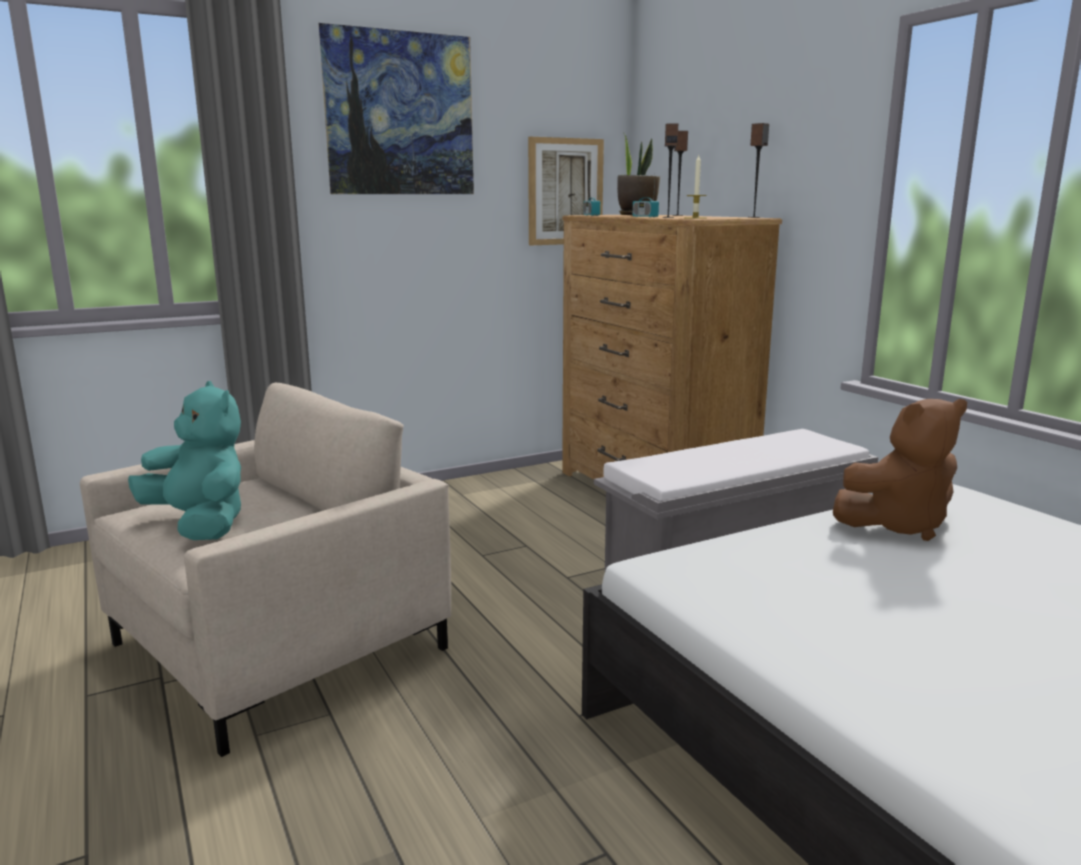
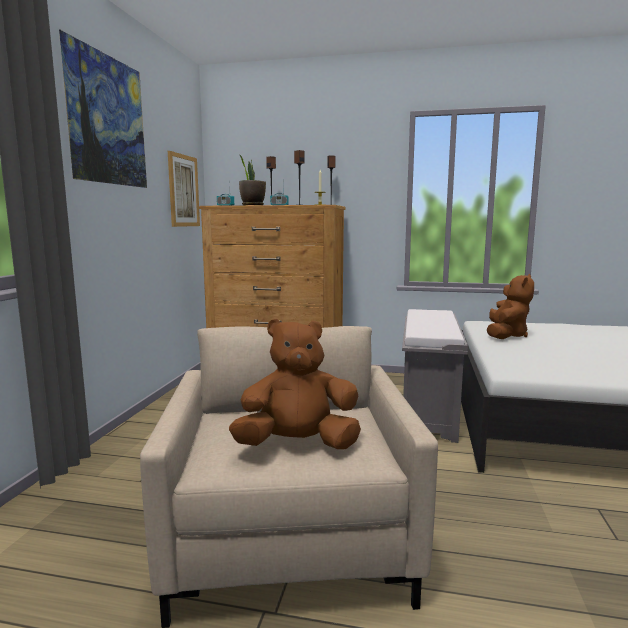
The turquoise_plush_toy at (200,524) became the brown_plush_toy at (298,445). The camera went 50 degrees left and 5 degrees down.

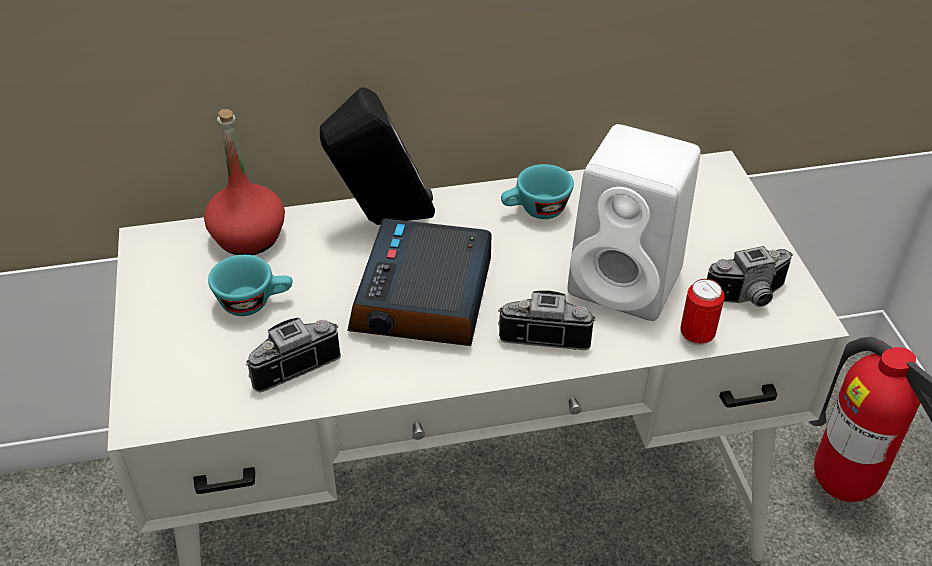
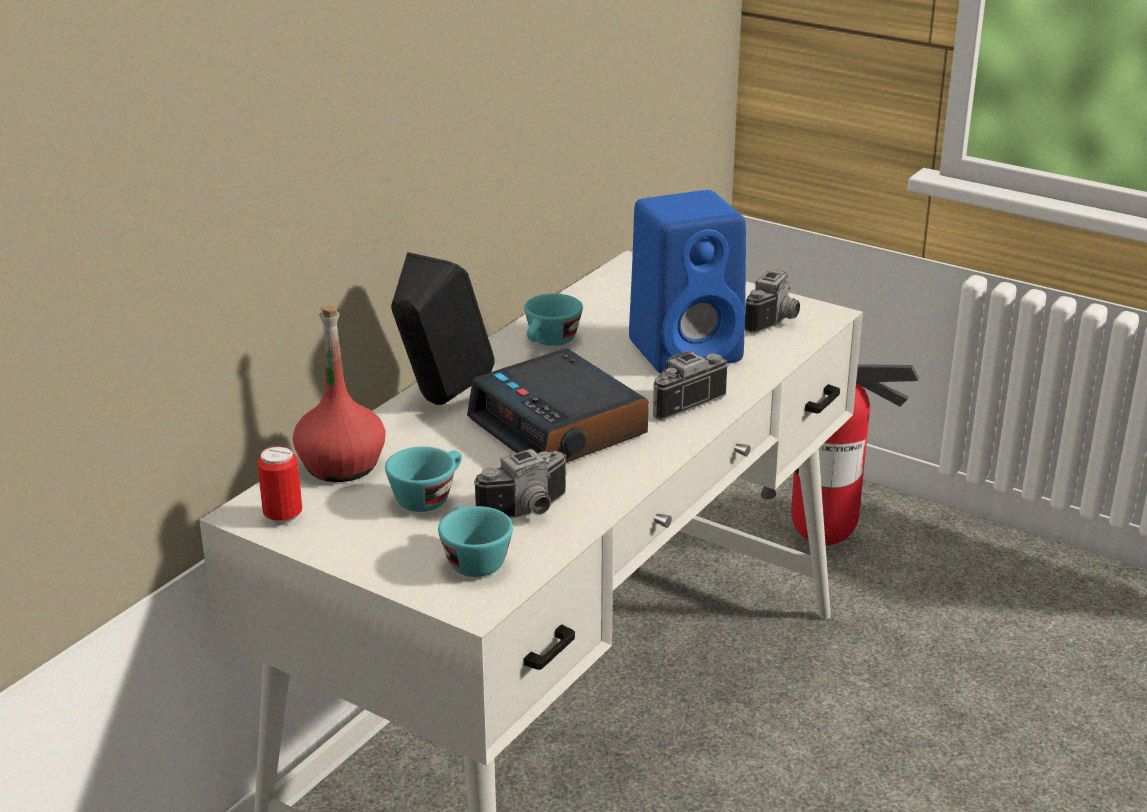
The can moved from (696,335) to (283,517). The turquoise_cup at (472,559) appeared. The photo_camera at (291,362) turned 135 degrees counterclockwise. The white_speaker at (629,283) became the blue_speaker at (688,350). The camera went 45 degrees left and 15 degrees down.

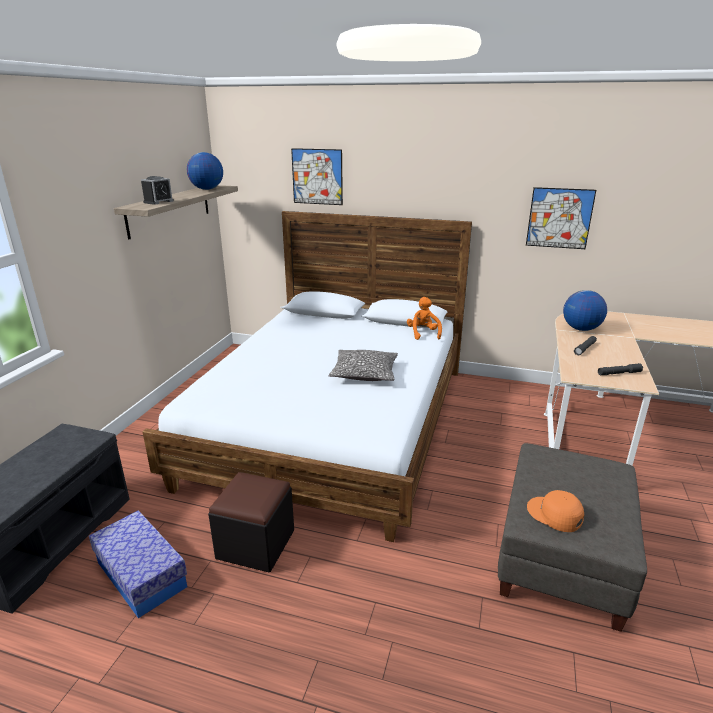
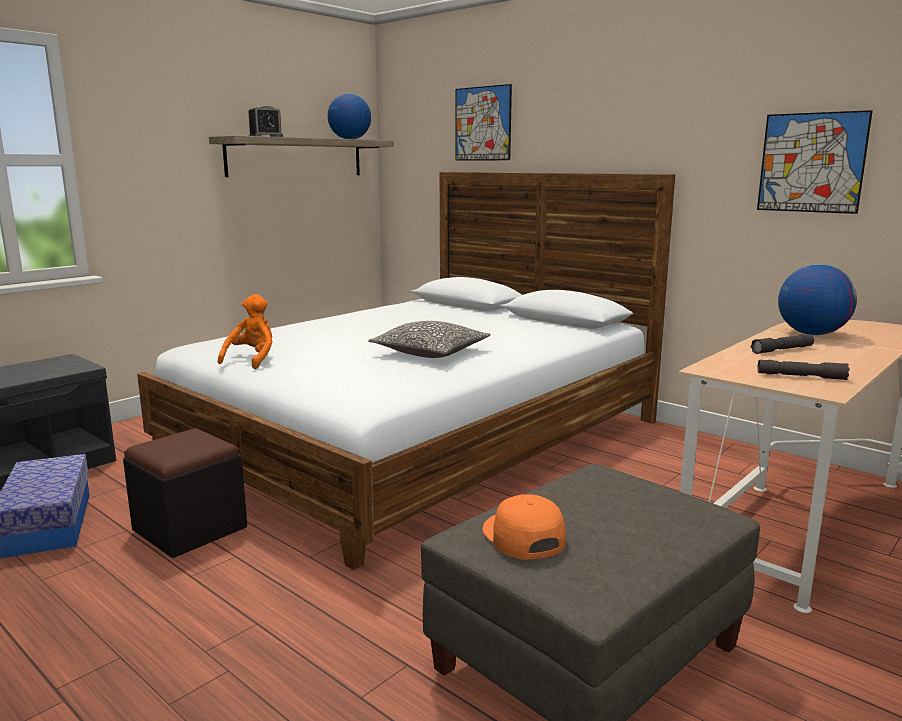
The orange_plush_toy moved from (423,333) to (252,360). The camera went 25 degrees right and 10 degrees down.

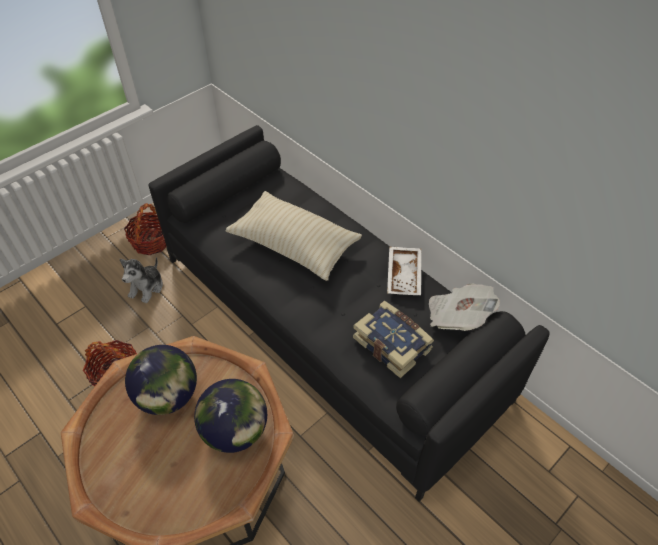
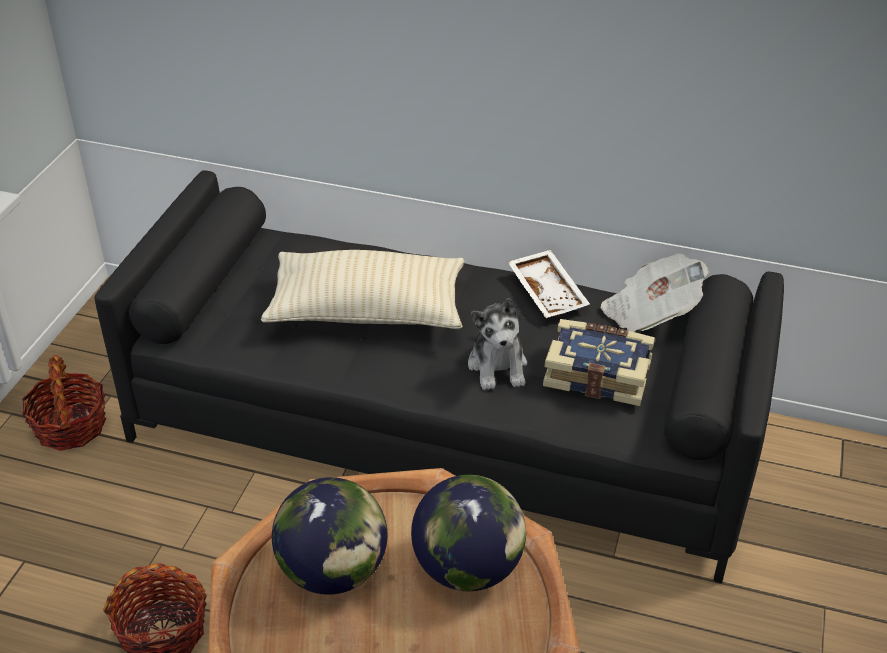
The plush_toy moved from (147,287) to (498,366). The camera went 30 degrees left and 10 degrees down.

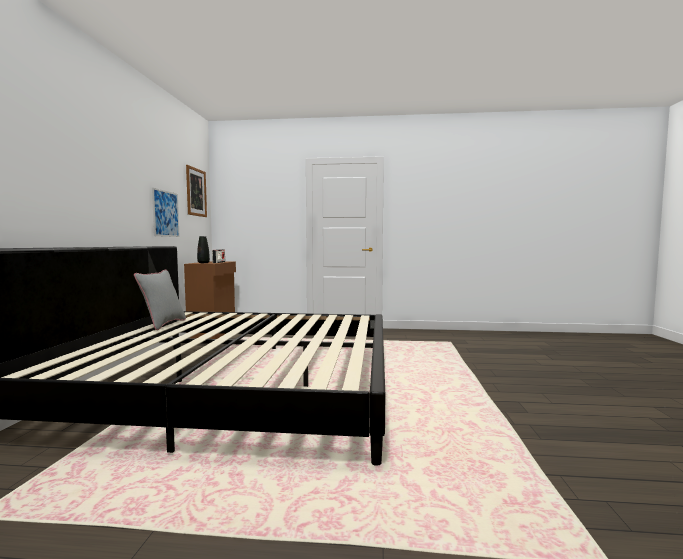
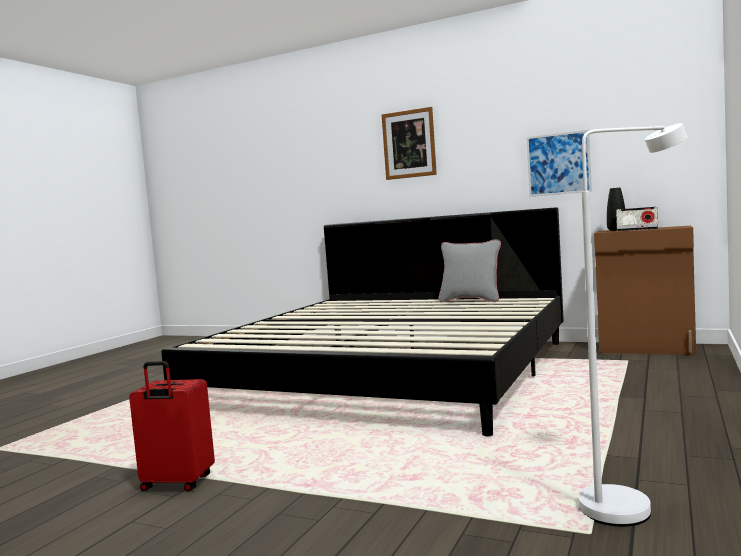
The red_suitcase at (177,484) appeared. The picture moved from (196,192) to (409,144). The white_floor_lamp at (630,506) appeared. The camera went 110 degrees right and 0 degrees up.

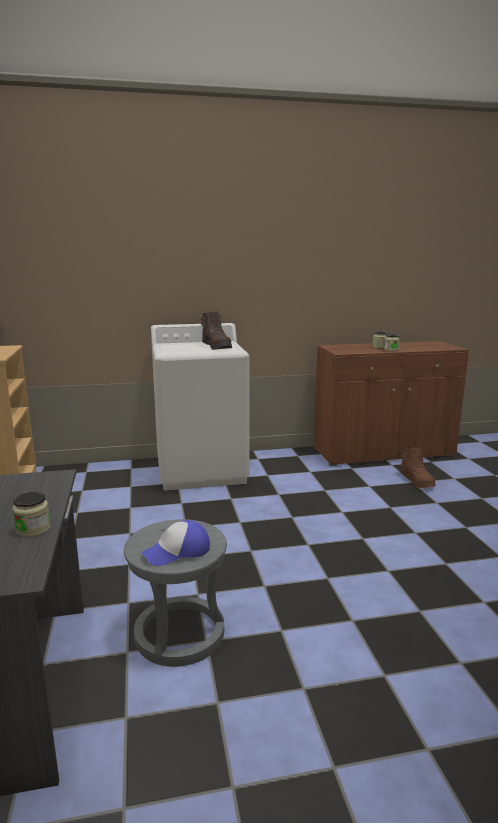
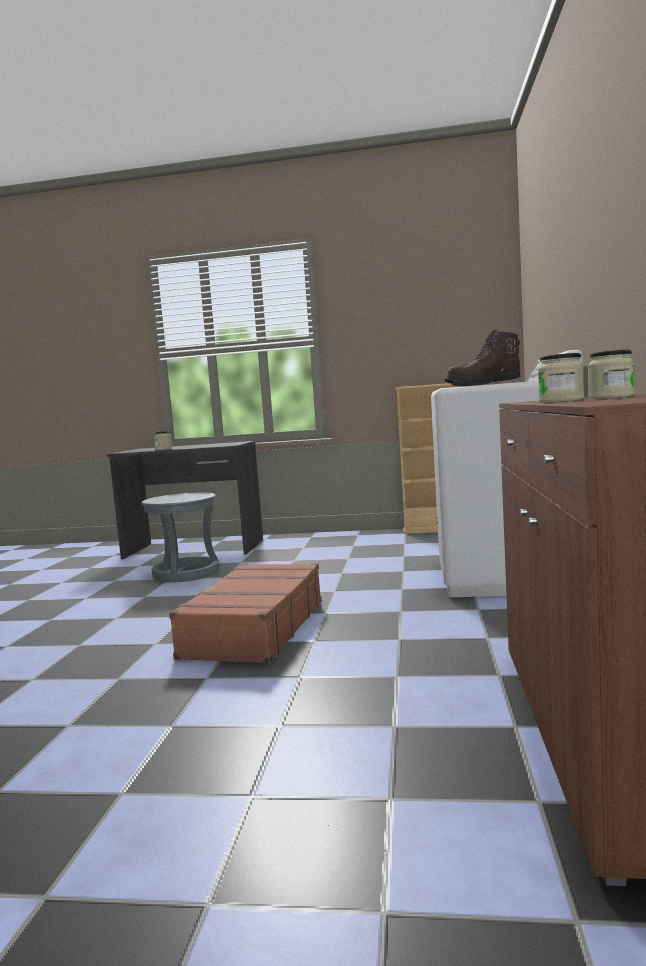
The brown_suitcase at (254,629) appeared. The cap at (177,552) disappeared. The brown_boot at (417,481) disappeared. The camera went 110 degrees right and 10 degrees down.

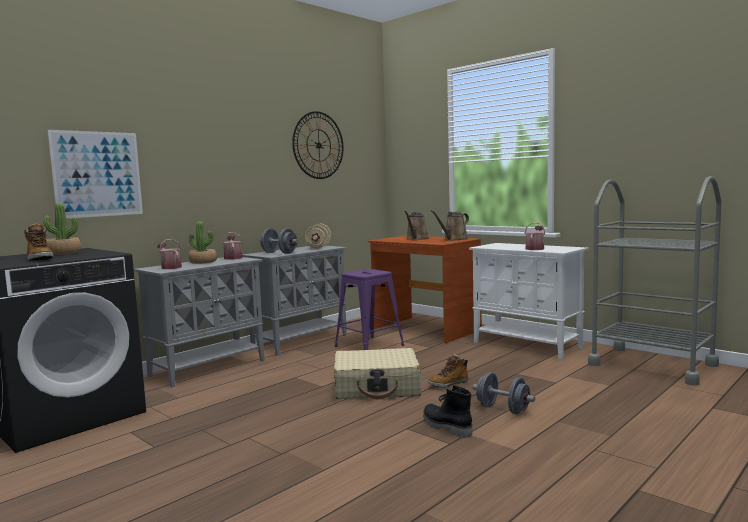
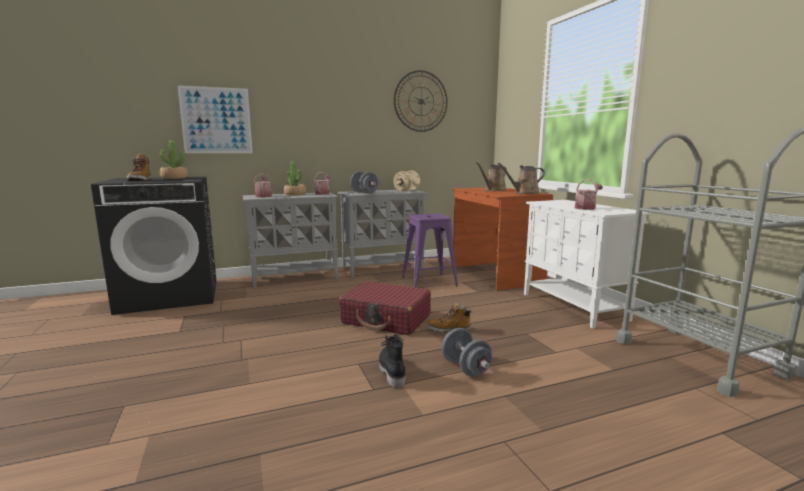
The beige_suitcase at (377,387) became the red_suitcase at (386,319). The camera went 25 degrees right and 5 degrees up.

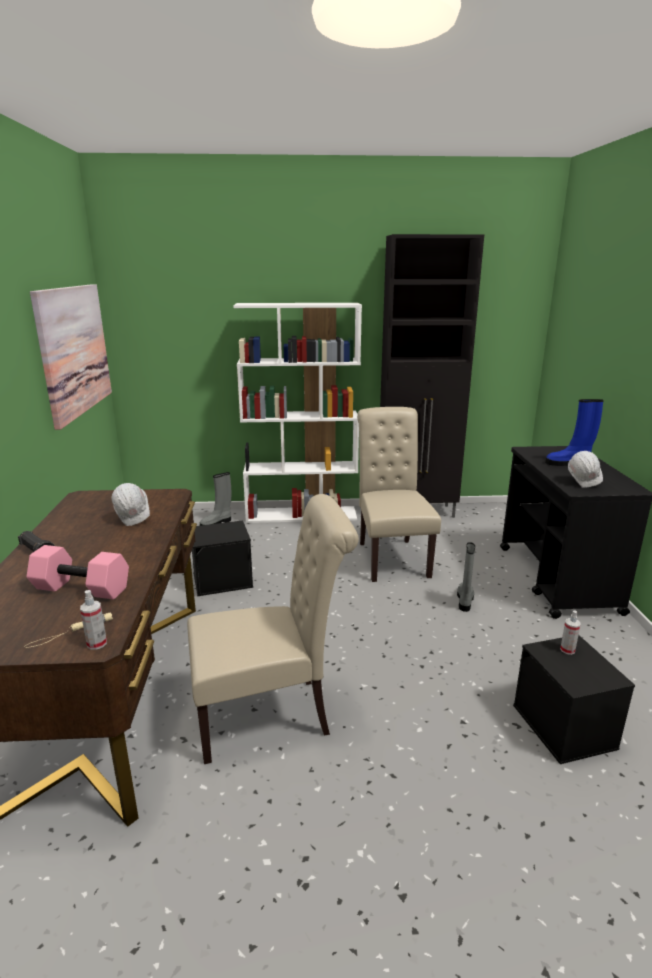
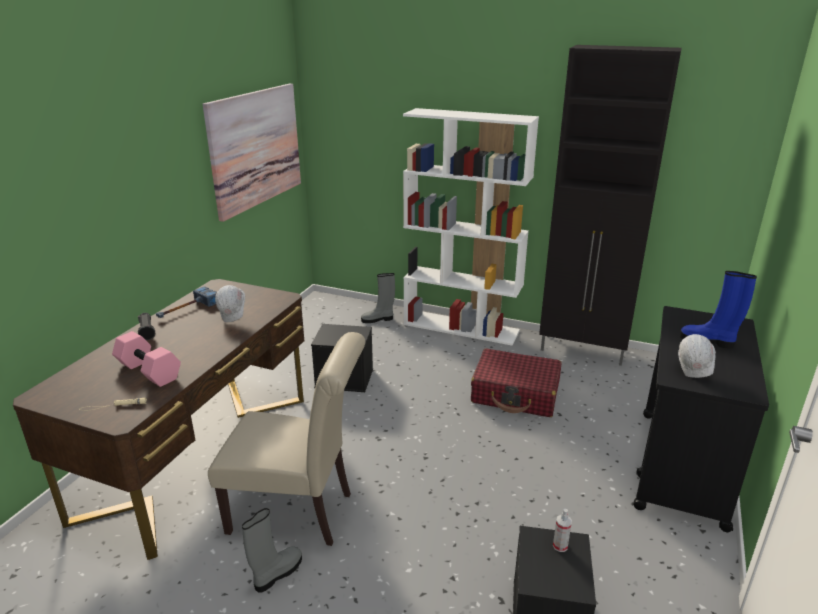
The hammer at (187,309) appeared. The grey_boot moved from (465,600) to (277,573). The beige_chair at (391,556) was replaced by the red_suitcase at (515,394). The spray_bottle at (97,643) disappeared. The camera went 25 degrees right and 5 degrees up.

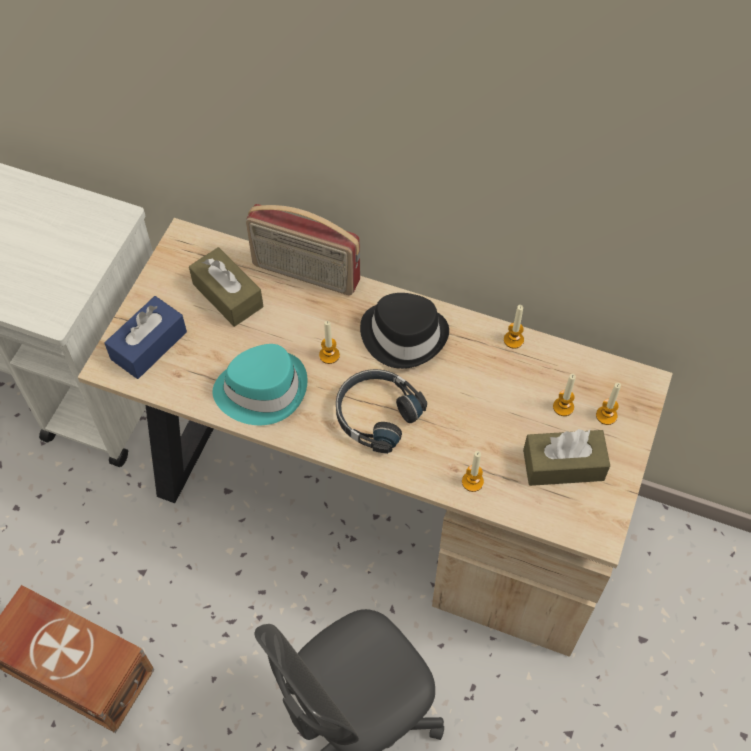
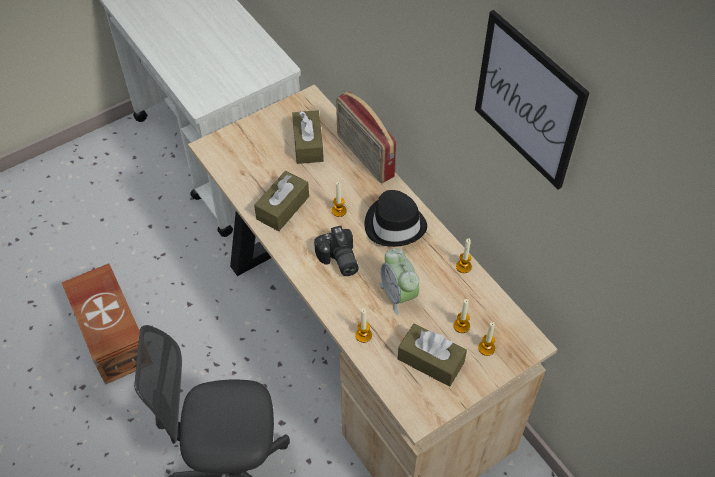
The turquoise_hat at (262,389) was replaced by the brown_tissue_box at (283,208). The black_headphones at (376,414) was replaced by the photo_camera at (338,260). The alarm_clock at (398,294) appeared. The picture at (528,100) appeared. The blue_tissue_box at (149,345) disappeared. The camera went 35 degrees right and 5 degrees down.

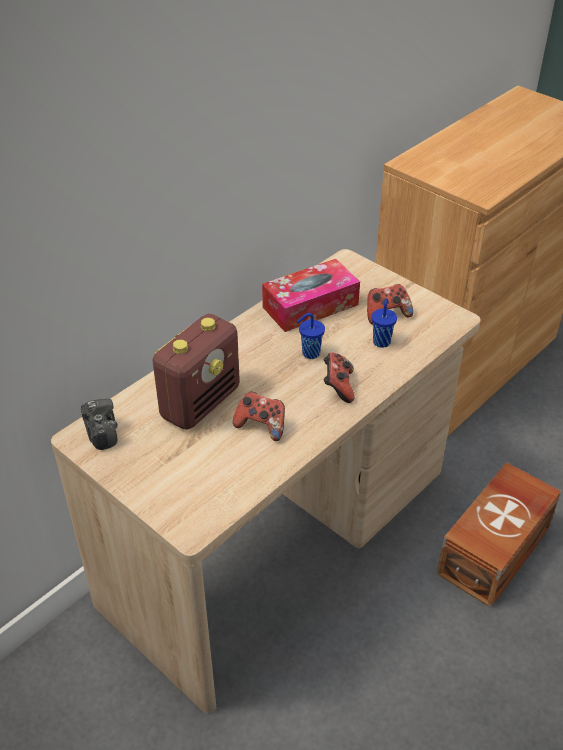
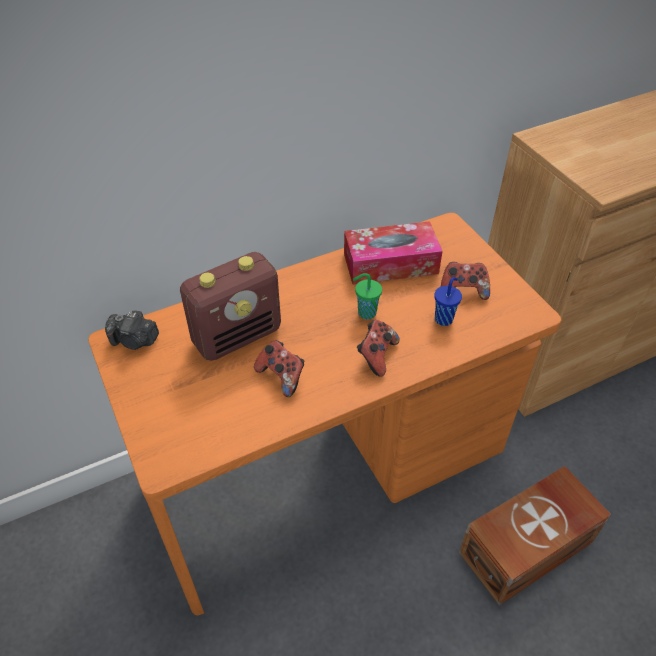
The beige_desk at (280,538) became the orange_desk at (327,469). The photo_camera at (101,432) turned 105 degrees clockwise. The blue_cup at (309,353) became the green_cup at (365,313). The camera went 20 degrees right and 5 degrees up.

